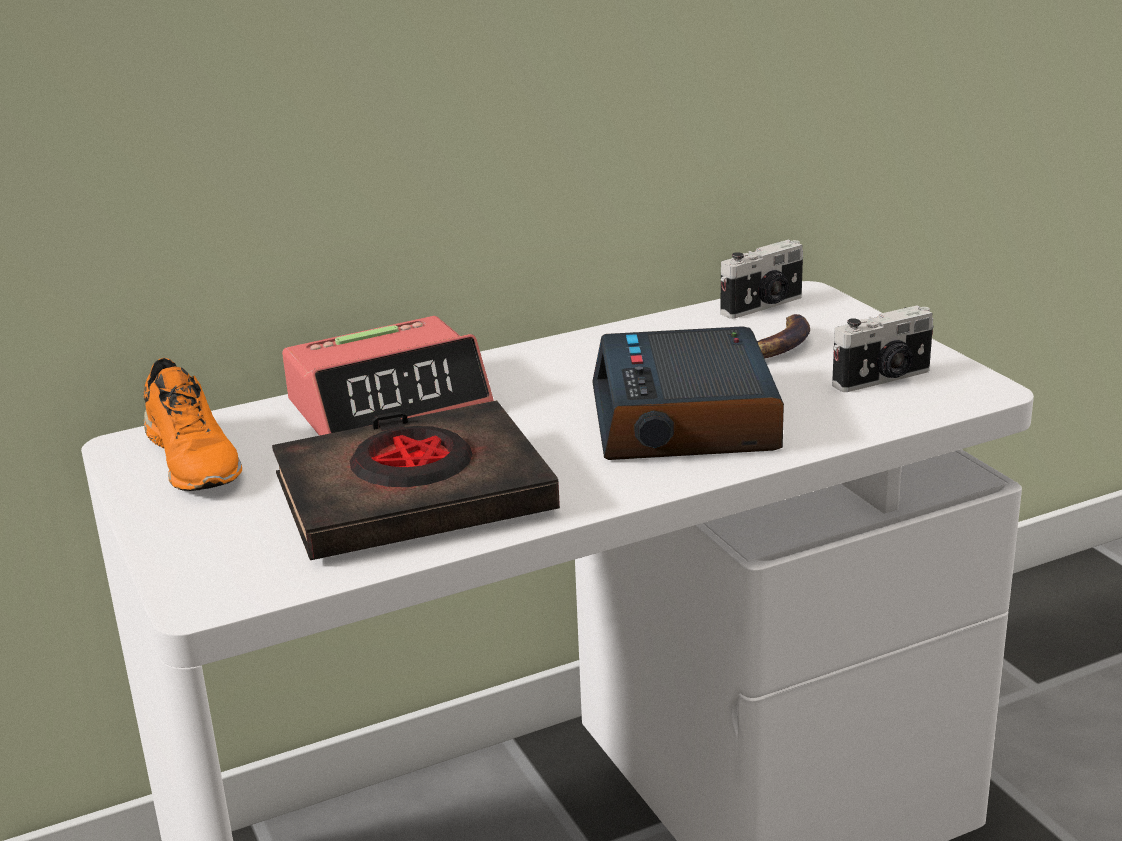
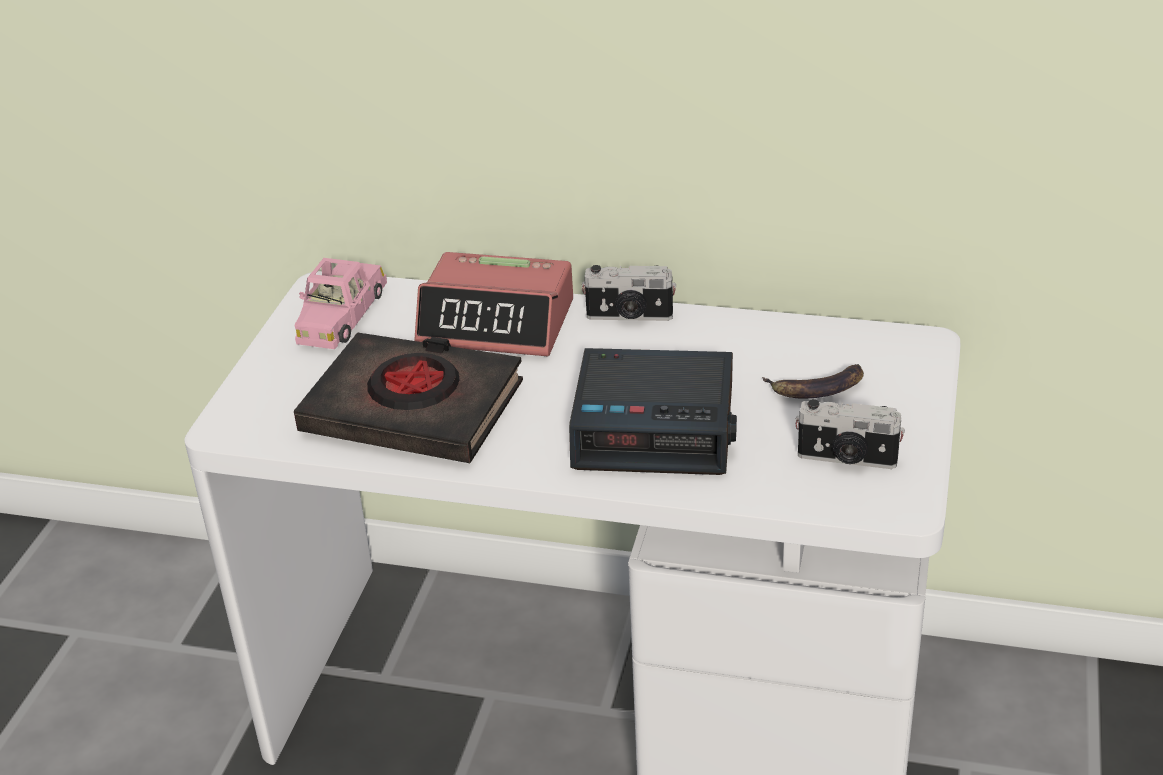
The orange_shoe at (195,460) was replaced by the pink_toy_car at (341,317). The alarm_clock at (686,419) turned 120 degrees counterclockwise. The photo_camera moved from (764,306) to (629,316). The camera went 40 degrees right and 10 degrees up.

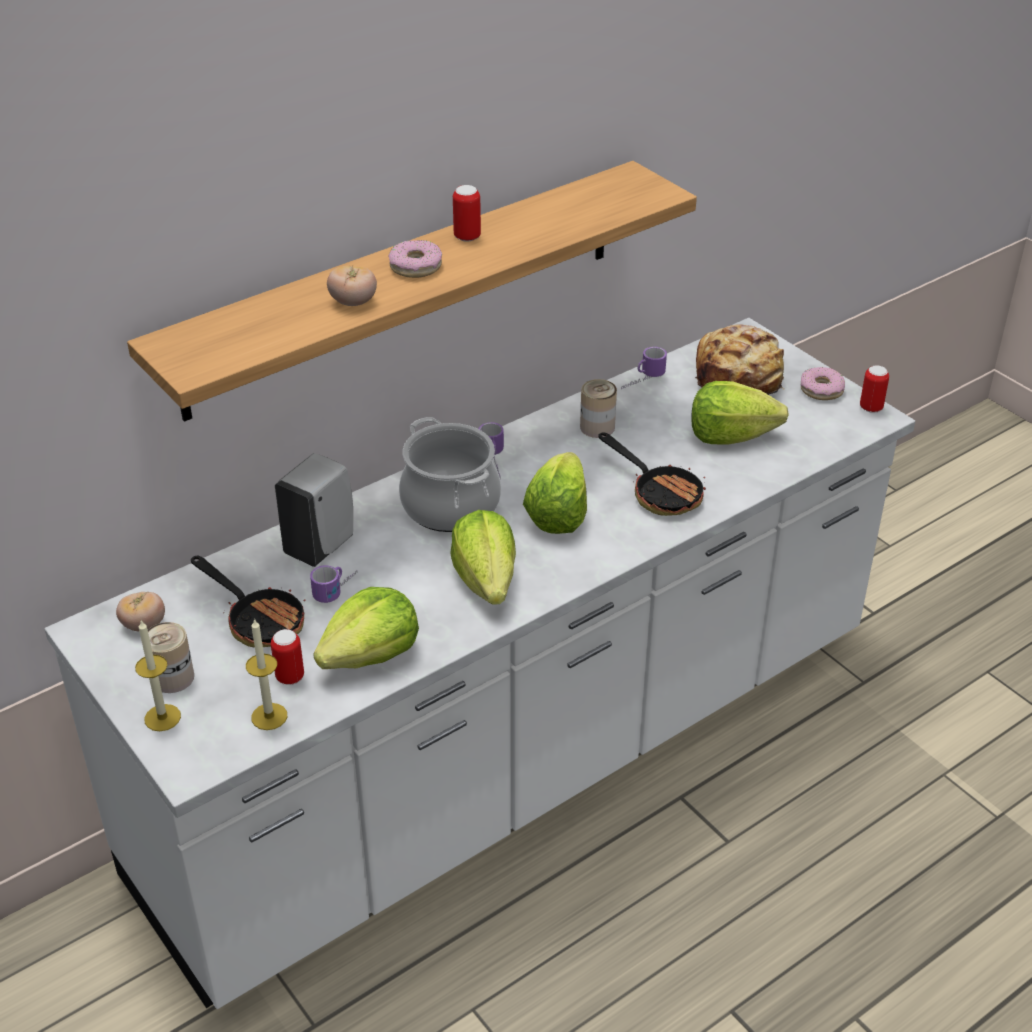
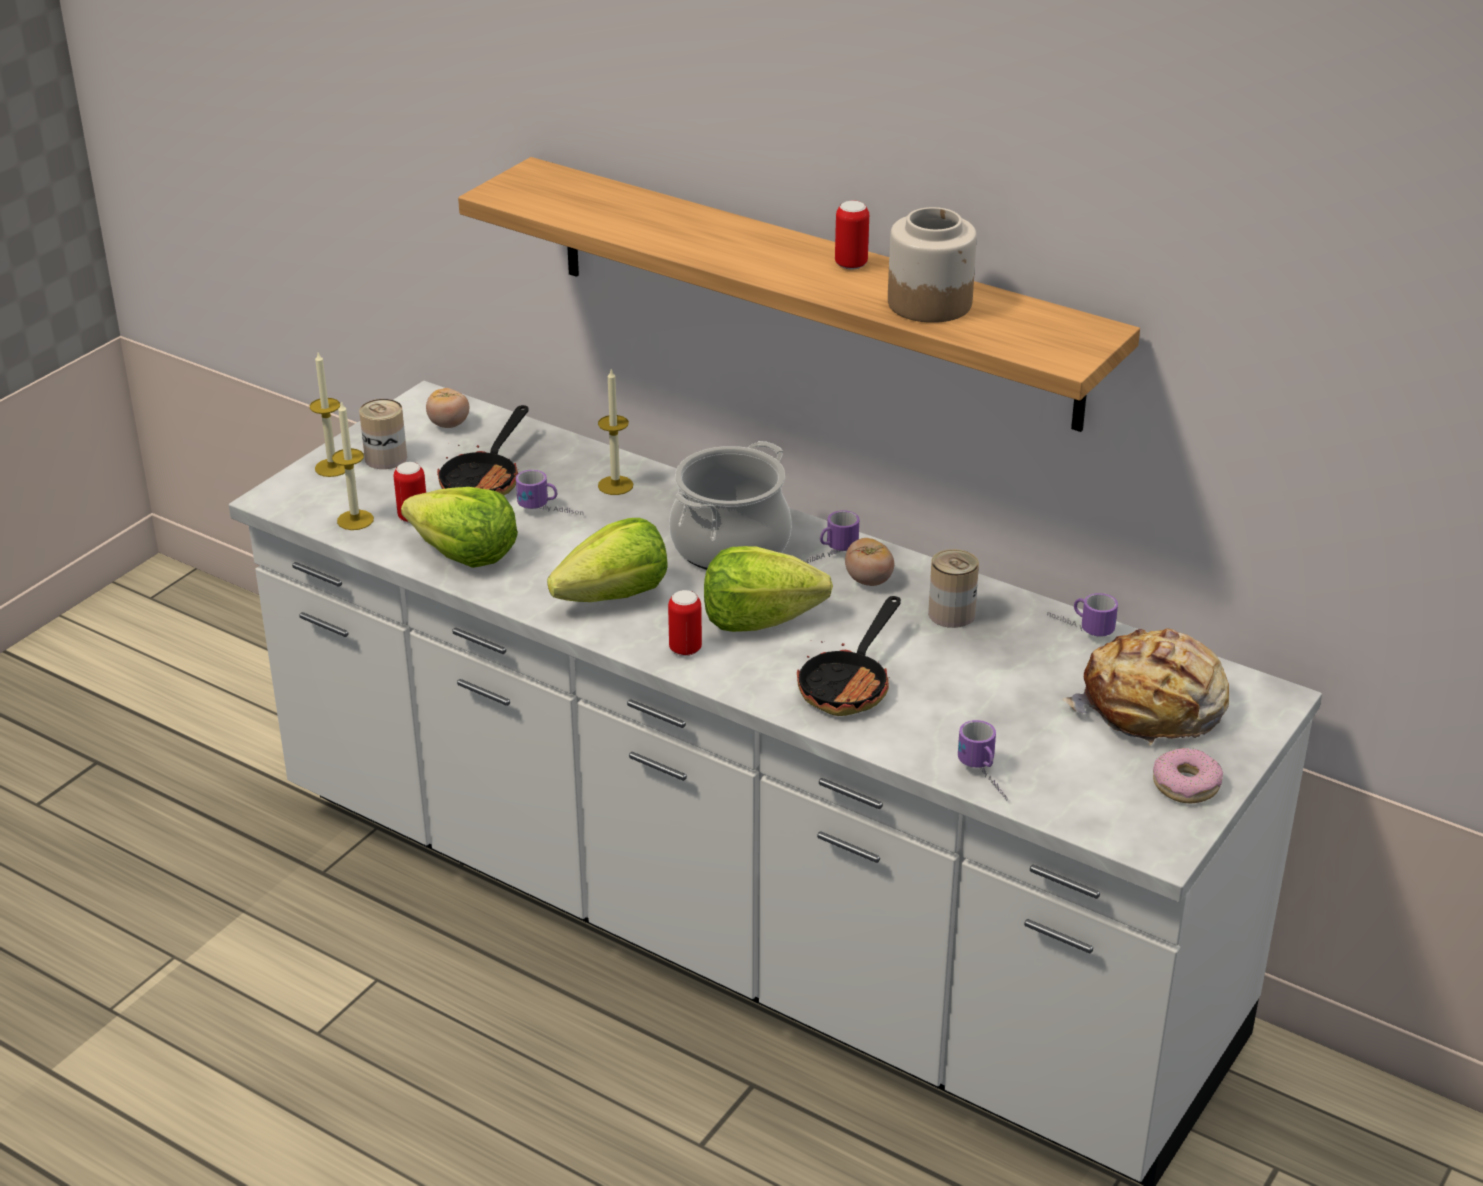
The white_soap_dispenser at (321,545) was replaced by the candle at (615,485). The can moved from (871,408) to (685,649). The tomato moved from (353,302) to (868,580). The jar at (930,303) appeared. The mug at (985,779) appeared. The donut at (415,266) disappeared. The lettuce at (730,436) disappeared. The camera went 70 degrees right and 5 degrees down.

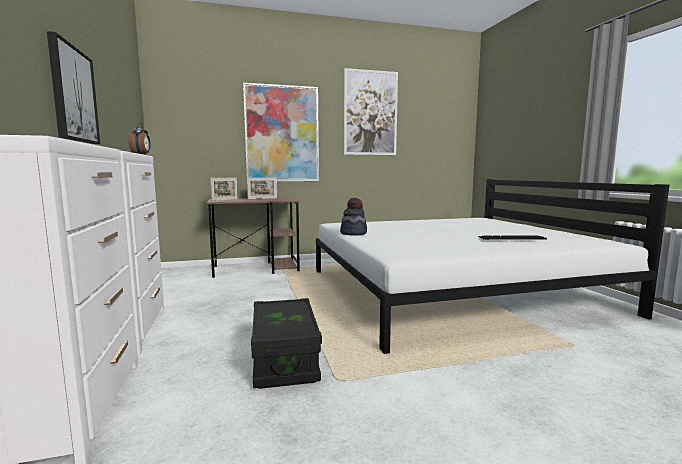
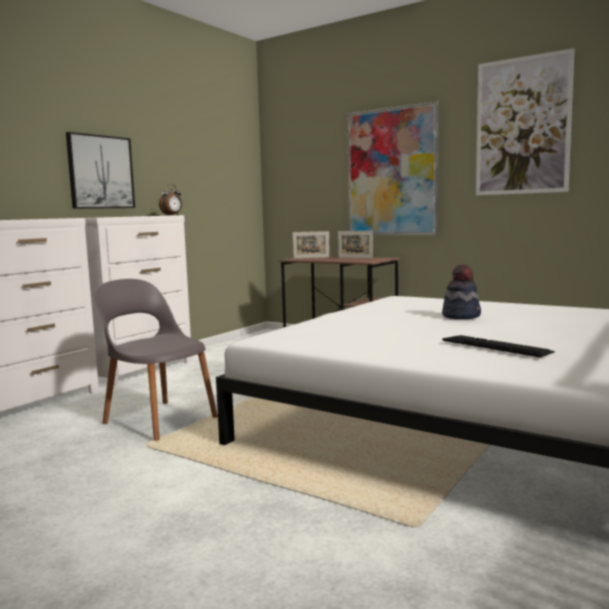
The black_storage_box at (284,359) was replaced by the grey_chair at (158,419). The hat moved from (353,233) to (461,316). The camera went 50 degrees right and 0 degrees up.

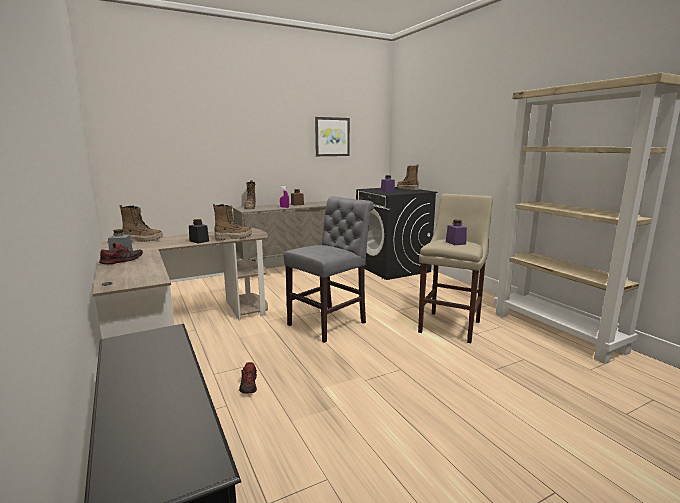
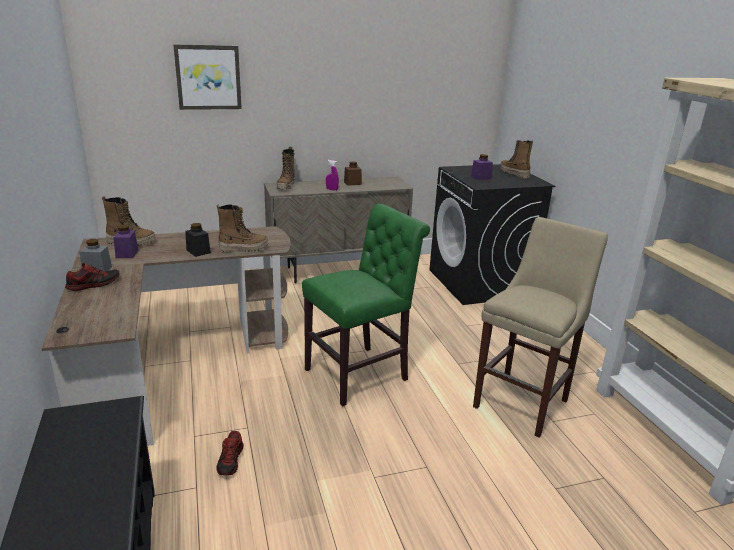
The purple_jar moved from (455,243) to (127,254). The picture moved from (332,137) to (208,77). The grey_chair at (330,323) became the green_chair at (361,373). The camera went 10 degrees right and 10 degrees up.

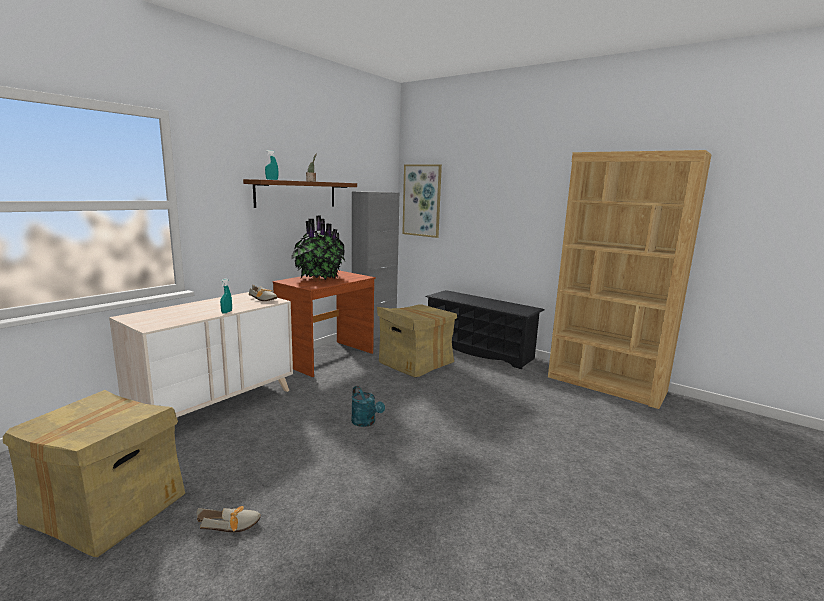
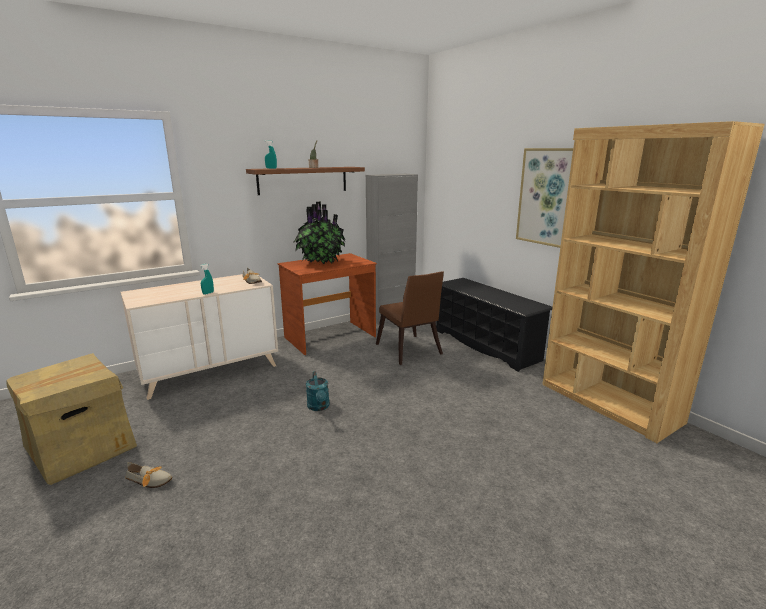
The cardboard_box at (415,363) was replaced by the brown_chair at (409,351). The picture moved from (422,200) to (545,197). The camera went 20 degrees right and 5 degrees up.

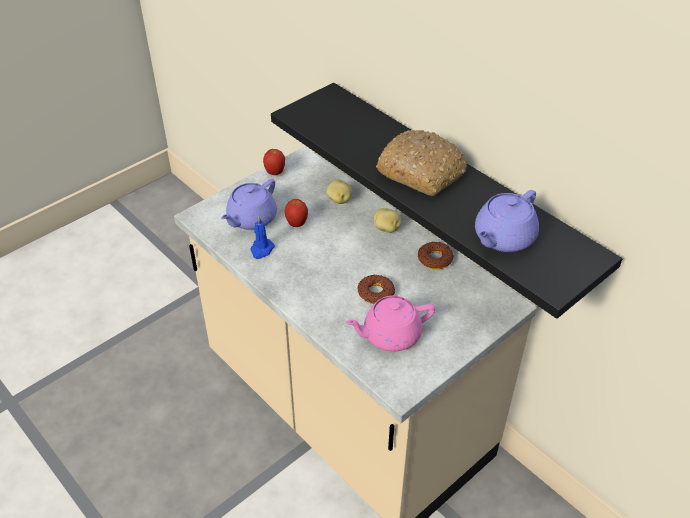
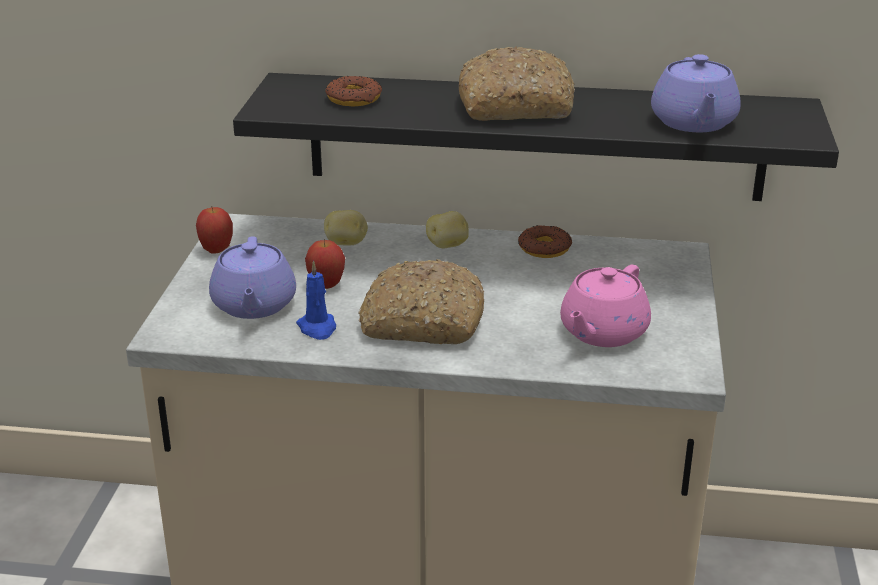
The donut moved from (376,293) to (354,98). The bread at (422,322) appeared. The camera went 40 degrees left and 15 degrees down.

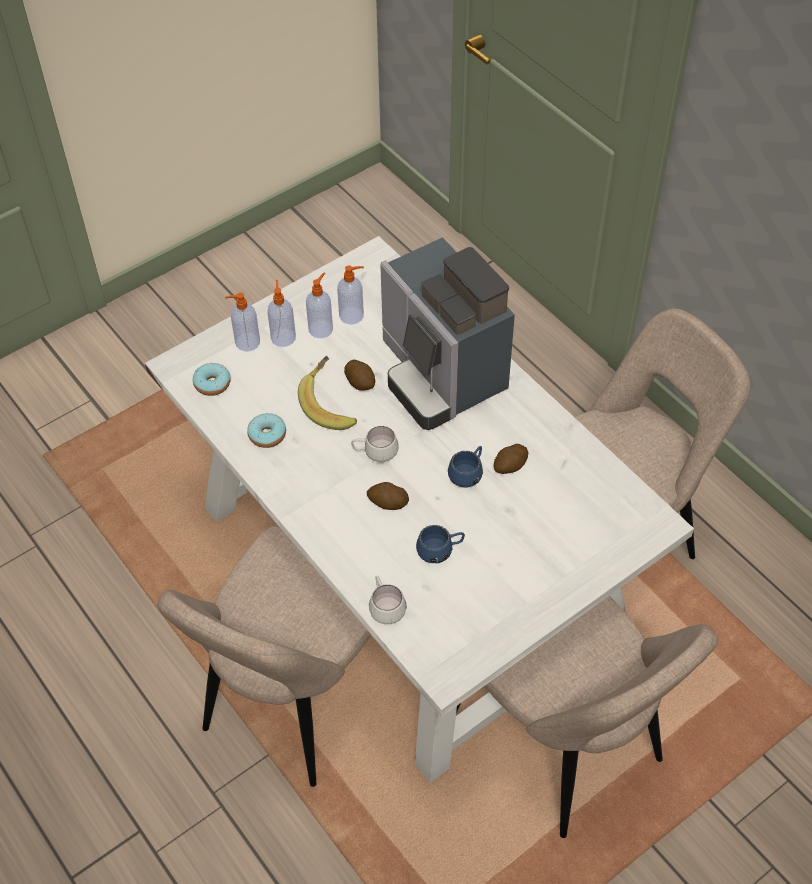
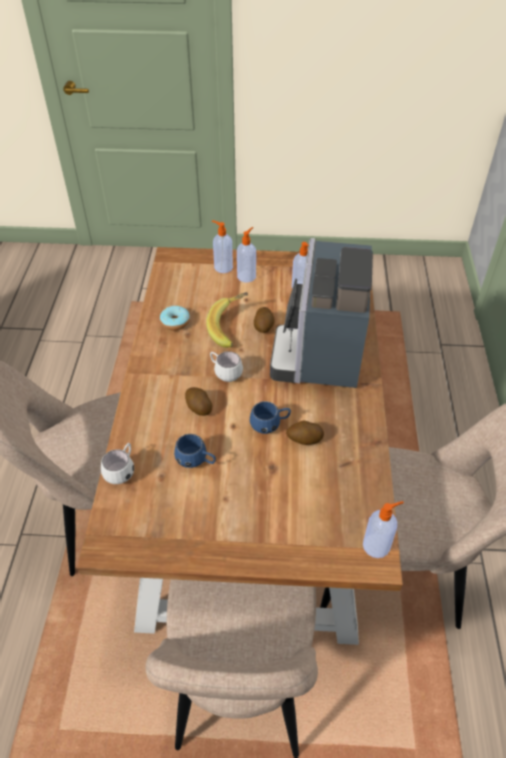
The white_dining_table at (411,571) became the brown_dining_table at (254,492). The soap_dispenser moved from (321,328) to (377,545). The donut at (212,384) disappeared. The camera went 40 degrees right and 5 degrees down.

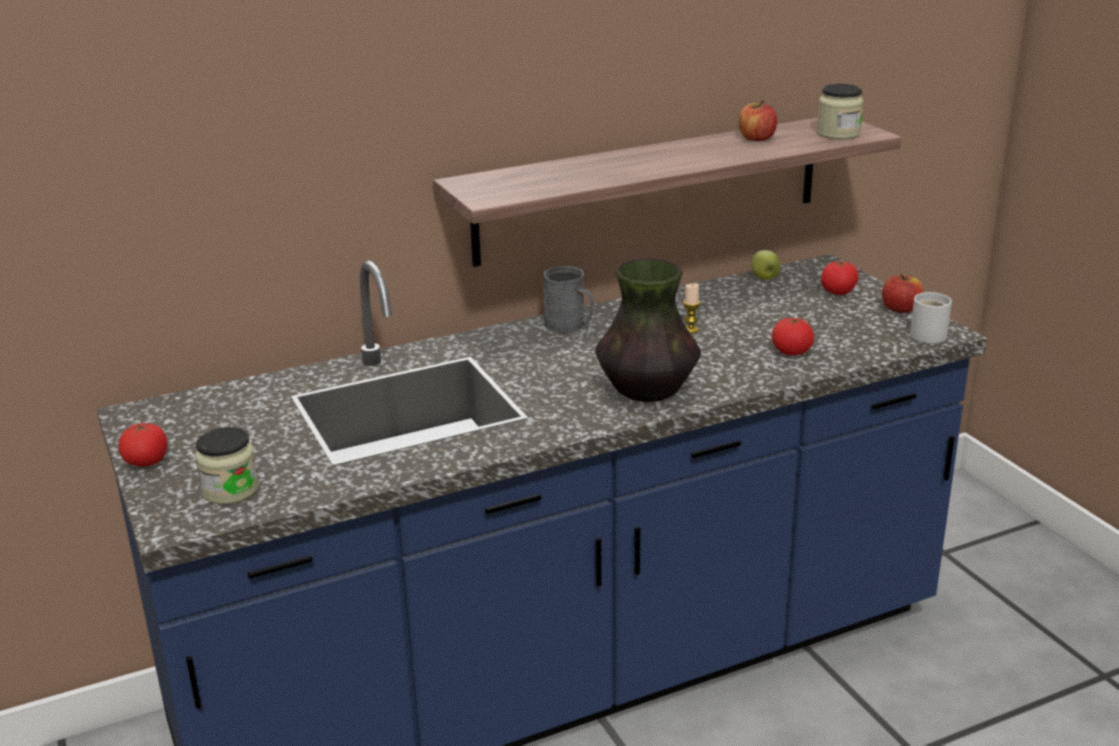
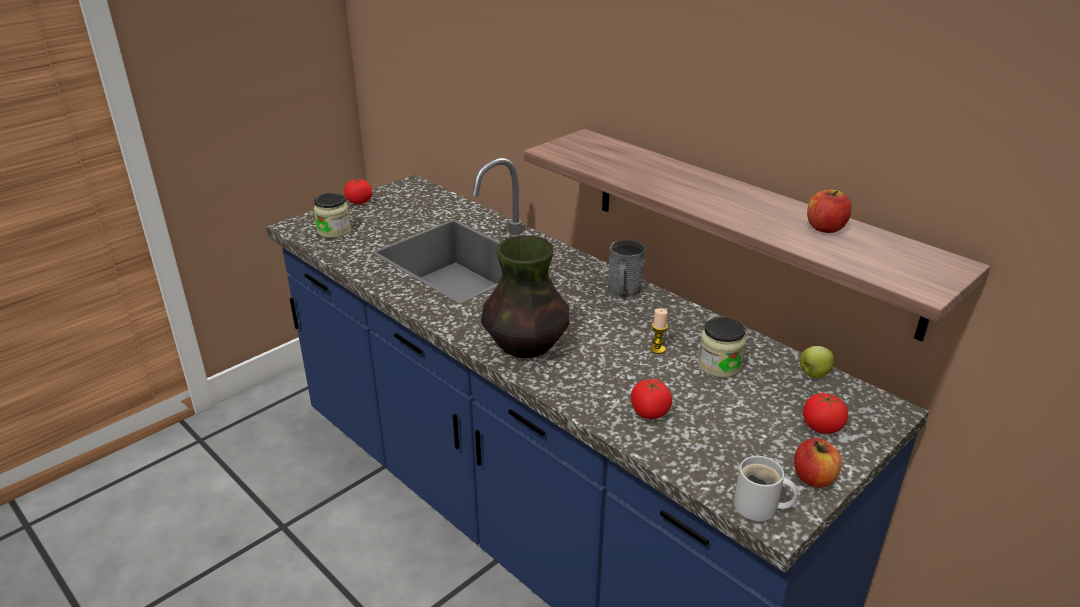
The jar moved from (838,134) to (719,365). The camera went 70 degrees right and 5 degrees up.

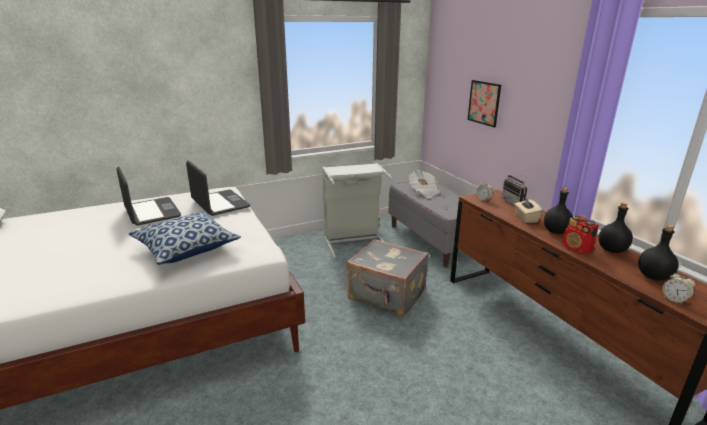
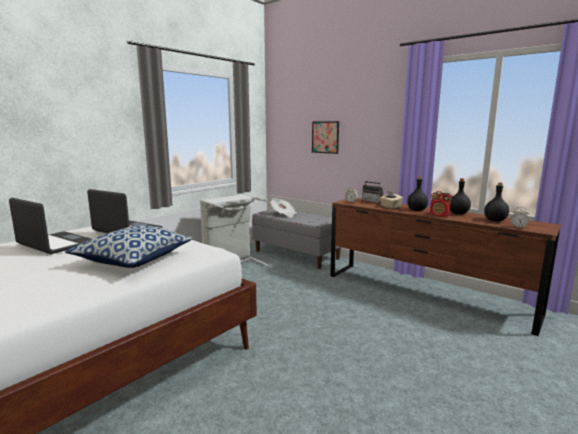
The grey_suitcase at (387,296) disappeared. The camera went 25 degrees left and 10 degrees down.

